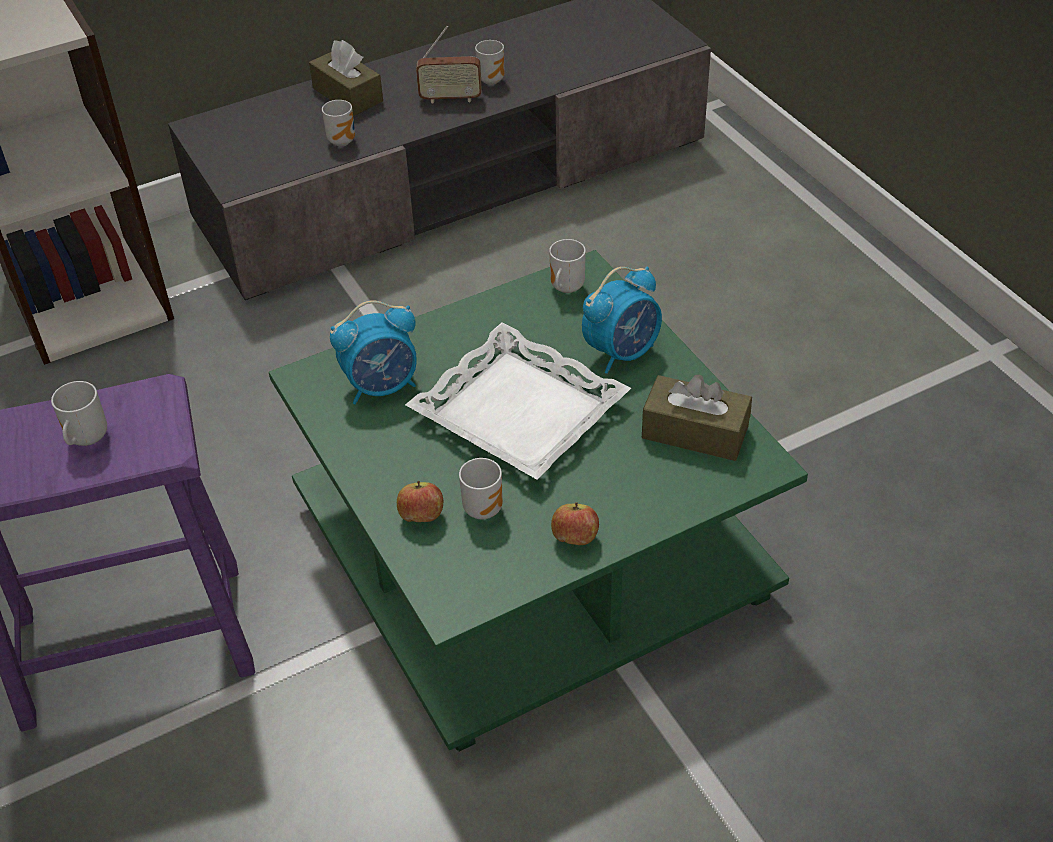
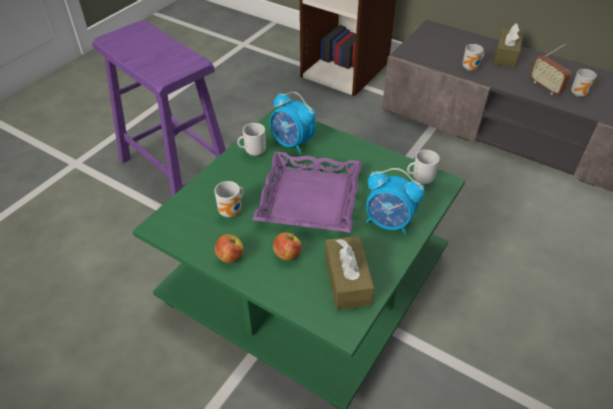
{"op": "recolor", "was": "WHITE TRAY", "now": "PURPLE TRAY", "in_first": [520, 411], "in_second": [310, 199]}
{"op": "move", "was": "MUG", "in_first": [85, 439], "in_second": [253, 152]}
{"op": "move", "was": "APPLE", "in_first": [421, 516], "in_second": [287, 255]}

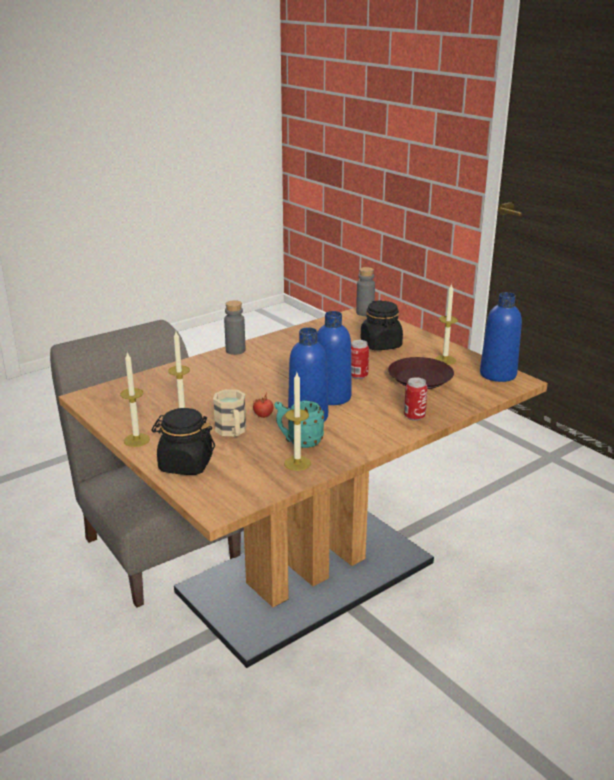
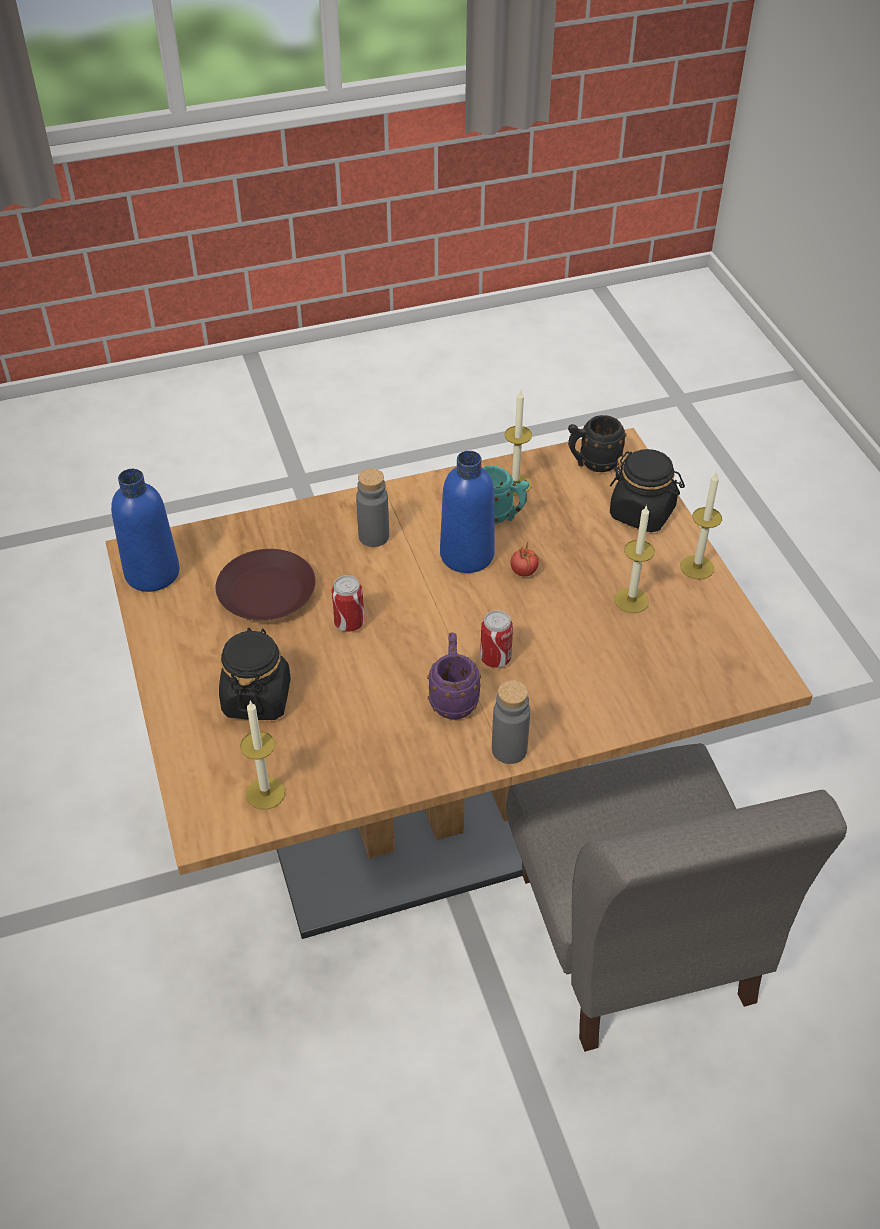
{"op": "move", "was": "GREY BOTTLE", "in_first": [365, 313], "in_second": [374, 536]}
{"op": "move", "was": "CANDLE", "in_first": [445, 360], "in_second": [265, 793]}
{"op": "delete", "was": "BLUE BOTTLE", "in_first": [332, 397]}
{"op": "move", "was": "CAN", "in_first": [414, 416], "in_second": [495, 658]}
{"op": "delete", "was": "BEIGE MUG", "in_first": [232, 432]}
{"op": "insert", "now": "BLACK MUG", "in_second": [592, 463]}
{"op": "insert", "now": "PURPLE MUG", "in_second": [453, 698]}

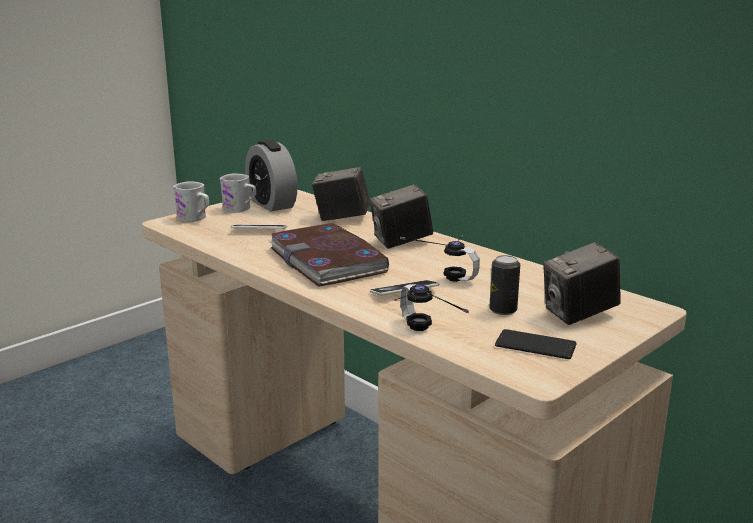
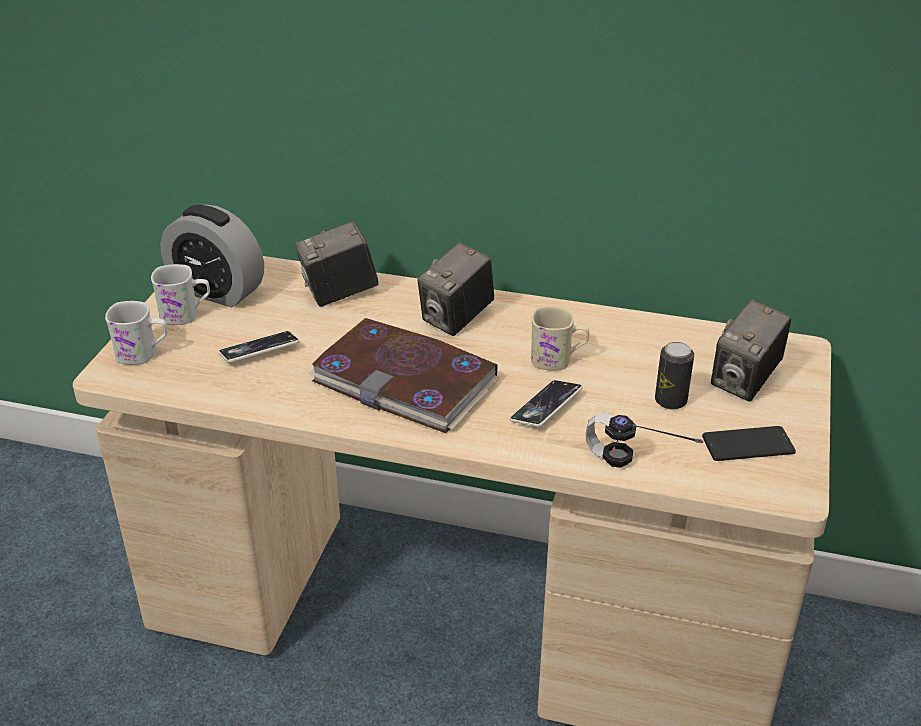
{"op": "replace", "was": "HEADPHONES", "now": "BEIGE MUG", "in_first": [445, 273], "in_second": [558, 360]}

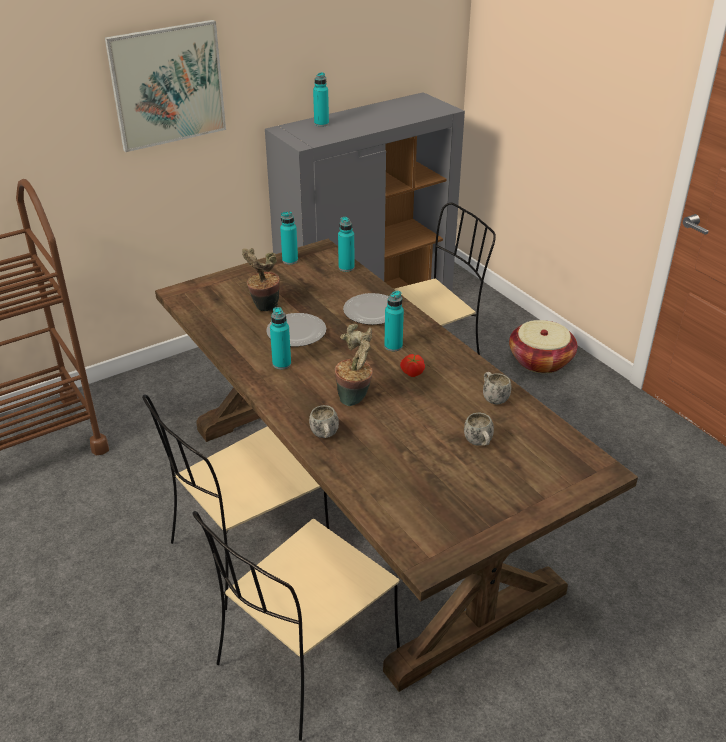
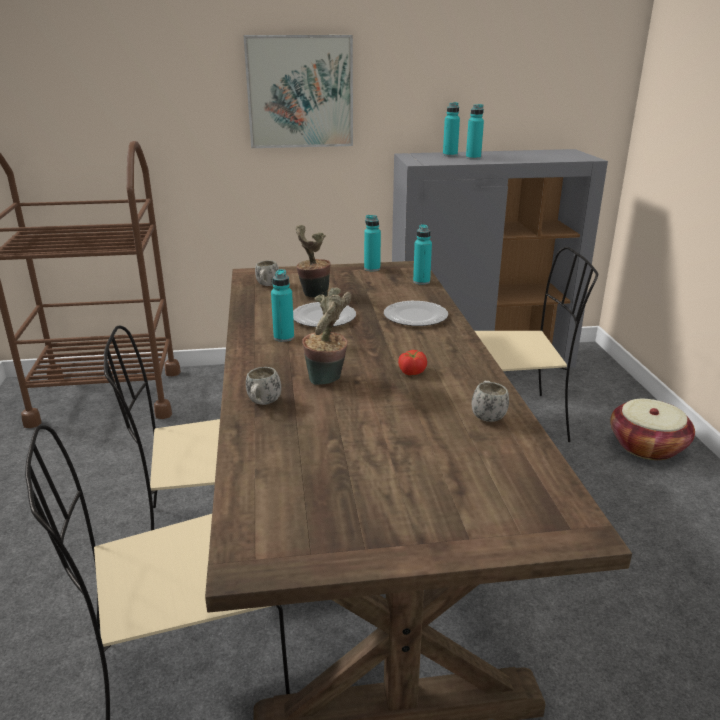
{"op": "move", "was": "TURQUOISE BOTTLE", "in_first": [393, 346], "in_second": [473, 158]}
{"op": "move", "was": "WHITE MUG", "in_first": [479, 443], "in_second": [267, 286]}

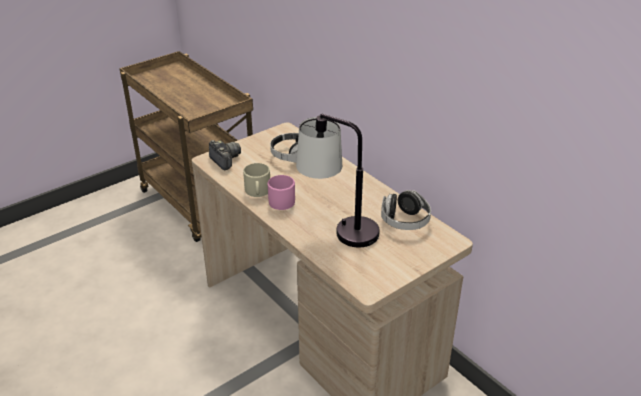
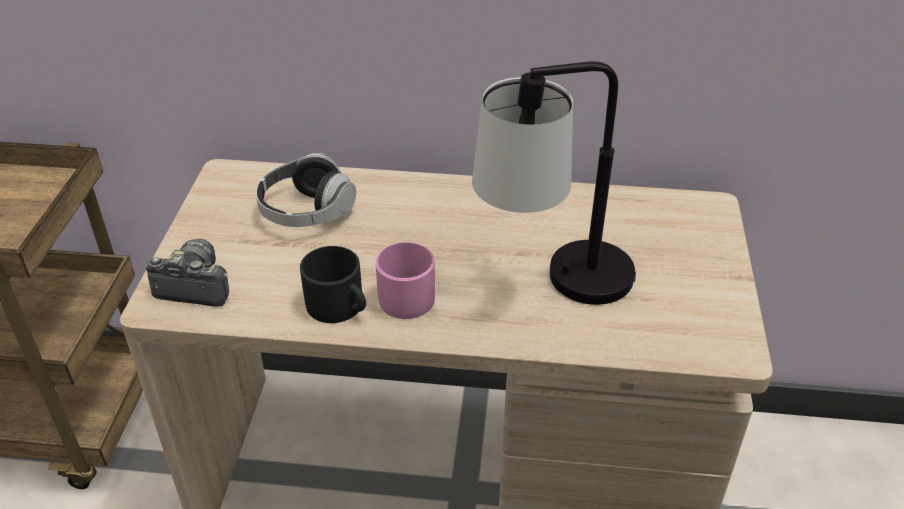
{"op": "recolor", "was": "BEIGE MUG", "now": "BLACK MUG", "in_first": [257, 191], "in_second": [339, 306]}
{"op": "delete", "was": "HEADPHONES", "in_first": [404, 221]}

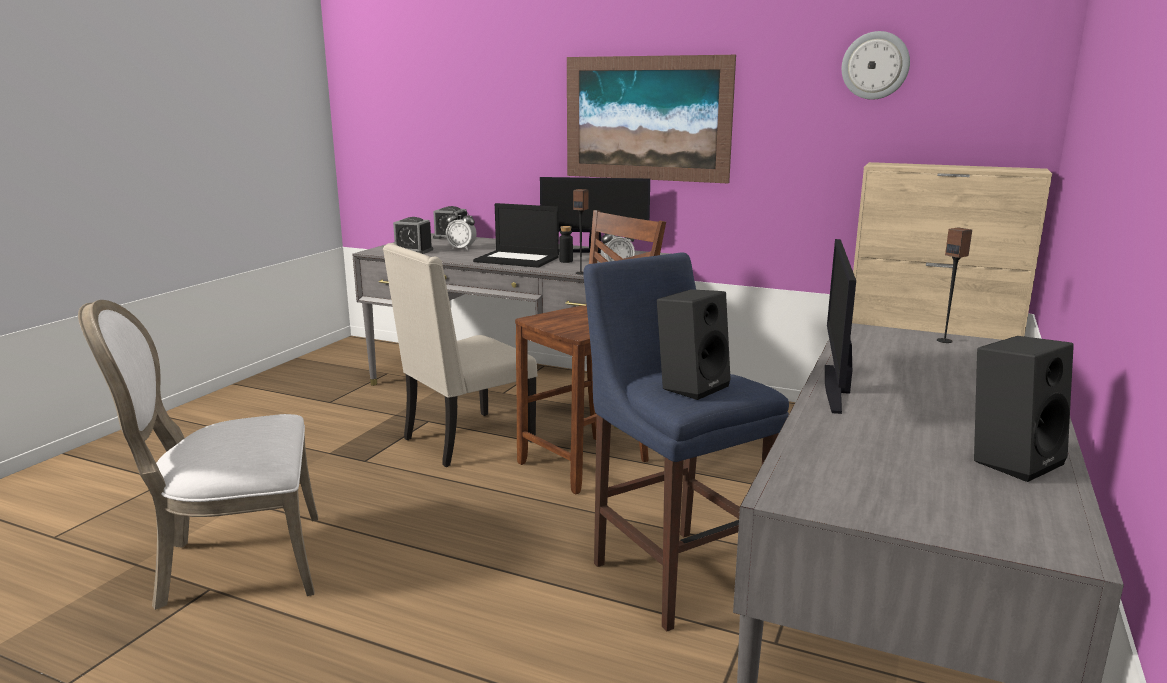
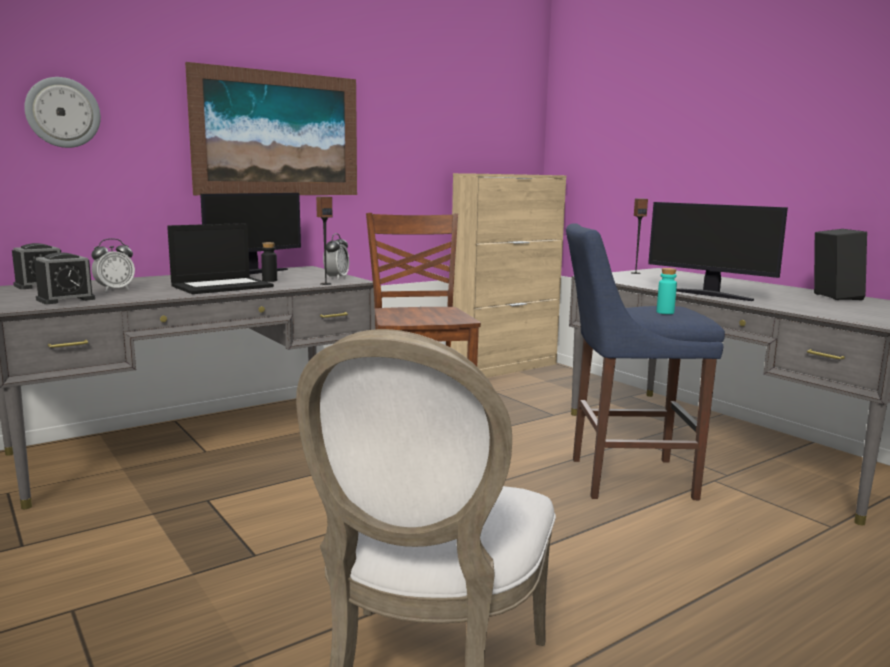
{"op": "move", "was": "WALL CLOCK", "in_first": [875, 65], "in_second": [63, 112]}
{"op": "delete", "was": "BEIGE CHAIR", "in_first": [465, 440]}
{"op": "replace", "was": "BLACK SPEAKER", "now": "TURQUOISE BOTTLE", "in_first": [691, 386], "in_second": [665, 312]}

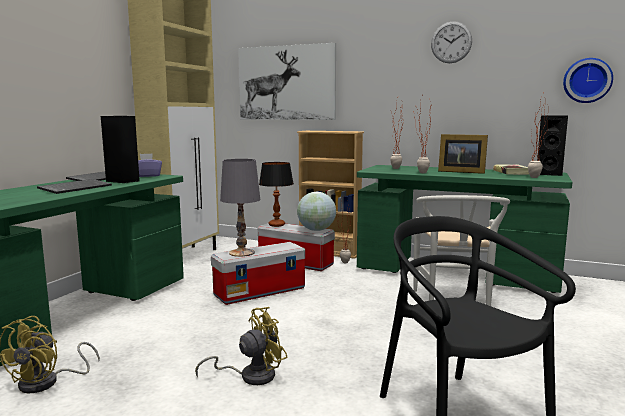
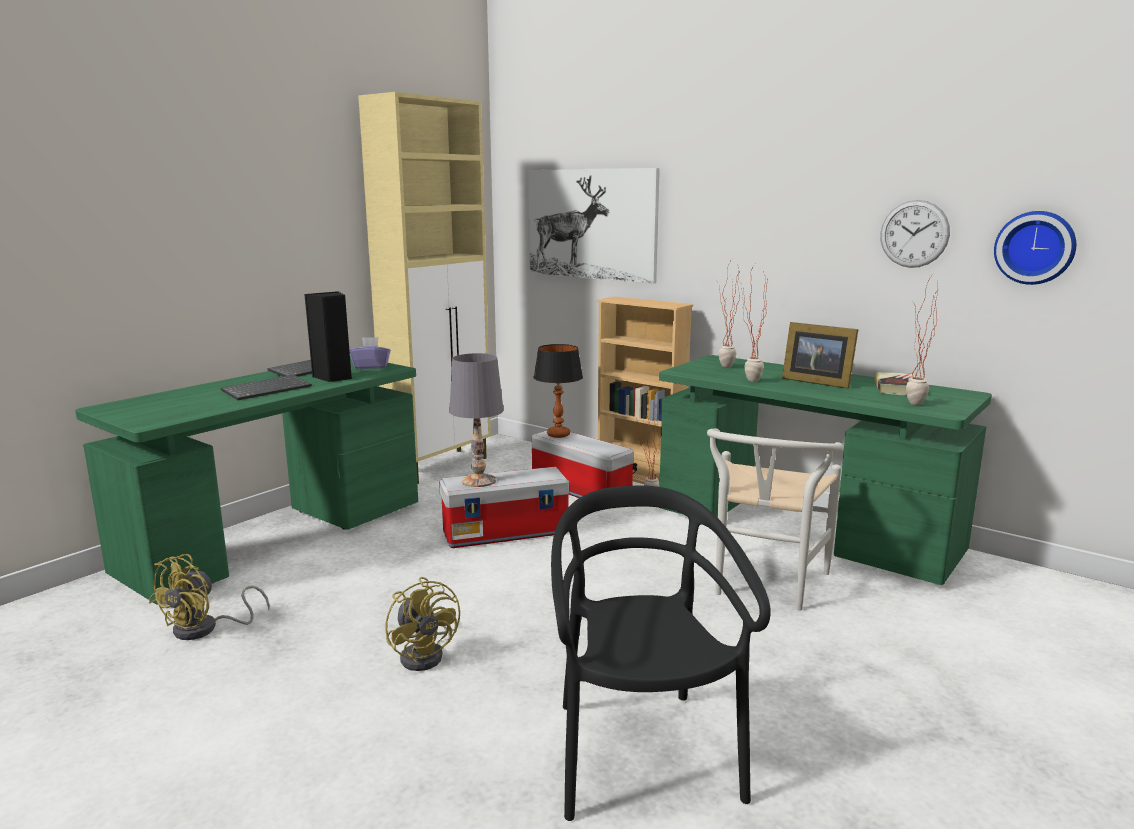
{"op": "move", "was": "WALL CLOCK", "in_first": [451, 42], "in_second": [914, 234]}
{"op": "delete", "was": "BLACK SPEAKER", "in_first": [549, 174]}
{"op": "delete", "was": "GLOBE", "in_first": [316, 230]}
{"op": "rotate", "was": "YELLOW FAN", "in_first": [250, 376], "in_second": [426, 654], "clockwise": 75}

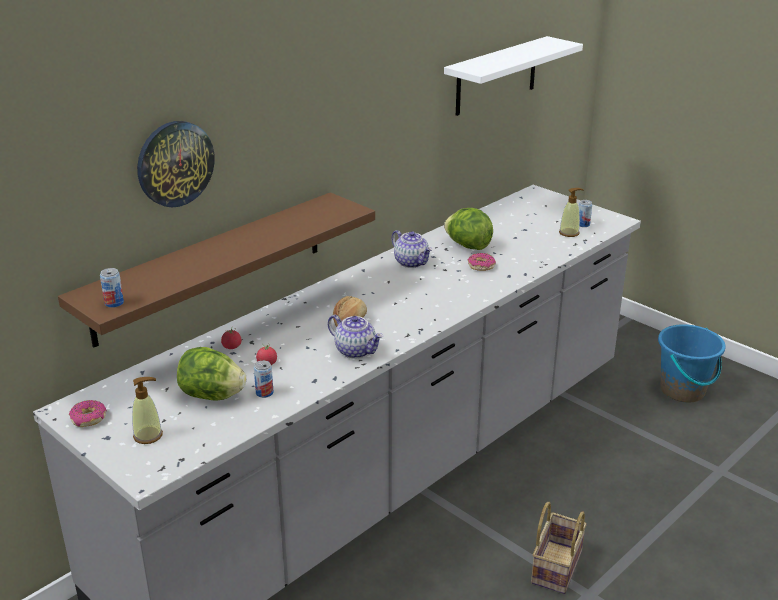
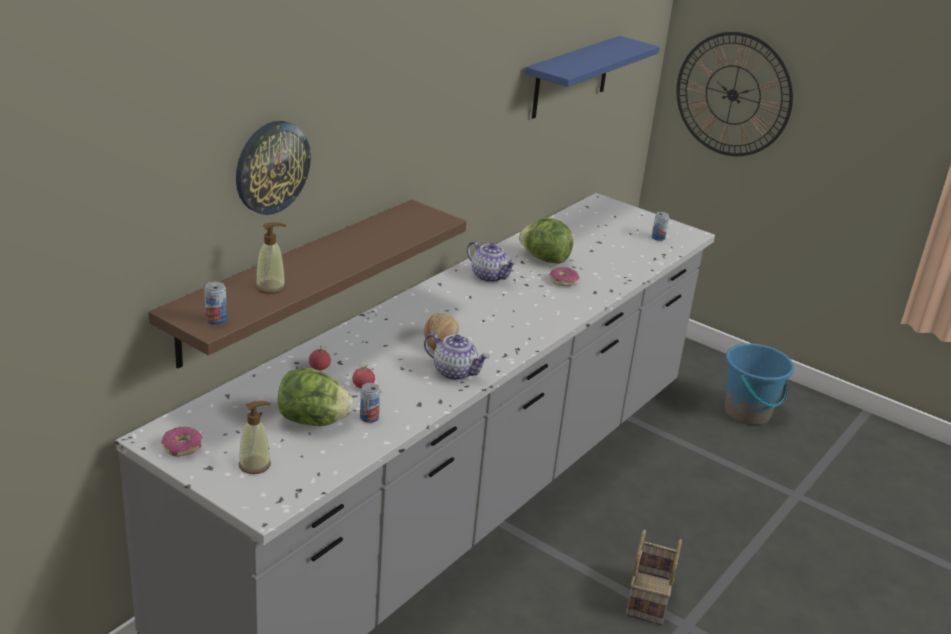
{"op": "recolor", "was": "WHITE SHELF", "now": "BLUE SHELF", "in_first": [496, 76], "in_second": [571, 77]}
{"op": "move", "was": "SOAP DISPENSER", "in_first": [569, 233], "in_second": [271, 287]}
{"op": "insert", "now": "WALL CLOCK", "in_second": [733, 95]}

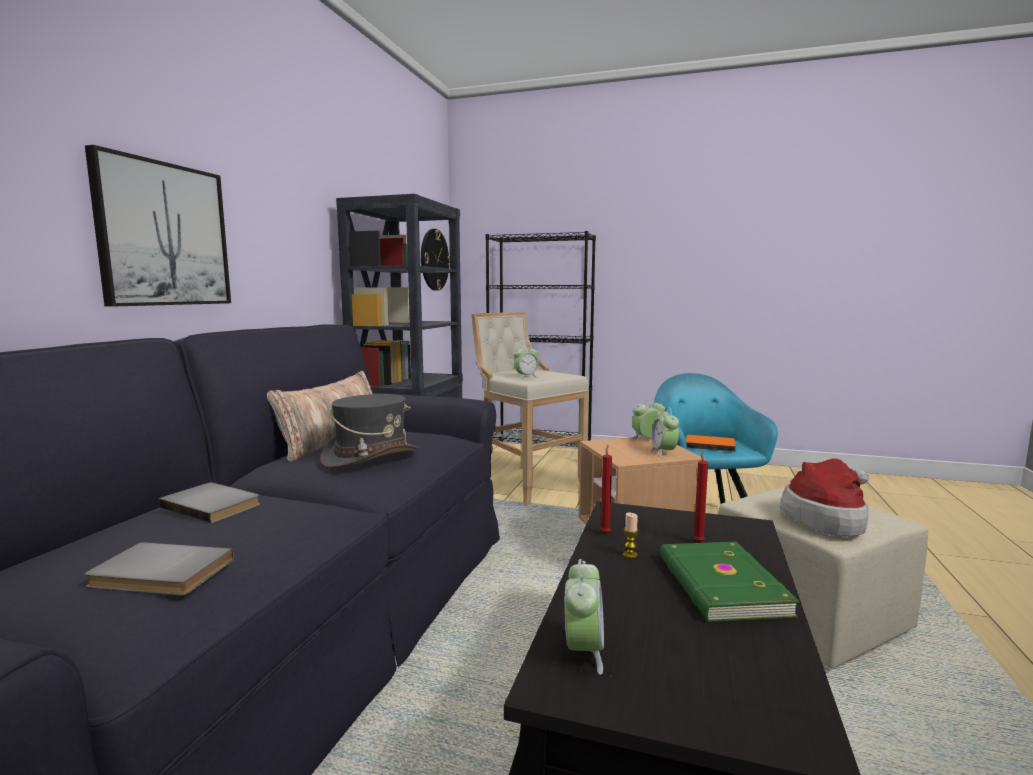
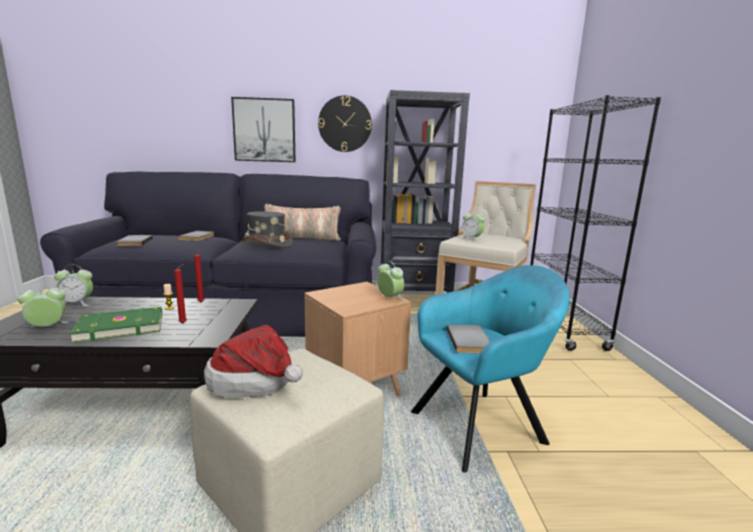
{"op": "move", "was": "WALL CLOCK", "in_first": [434, 260], "in_second": [345, 124]}
{"op": "move", "was": "ALARM CLOCK", "in_first": [664, 453], "in_second": [48, 327]}
{"op": "recolor", "was": "ORANGE BOOK", "now": "GREY BOOK", "in_first": [710, 445], "in_second": [470, 341]}

